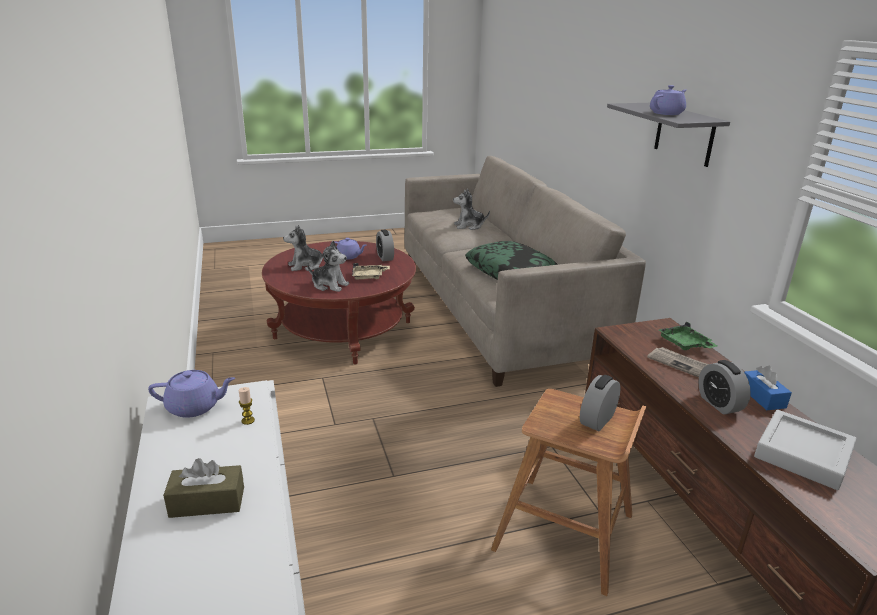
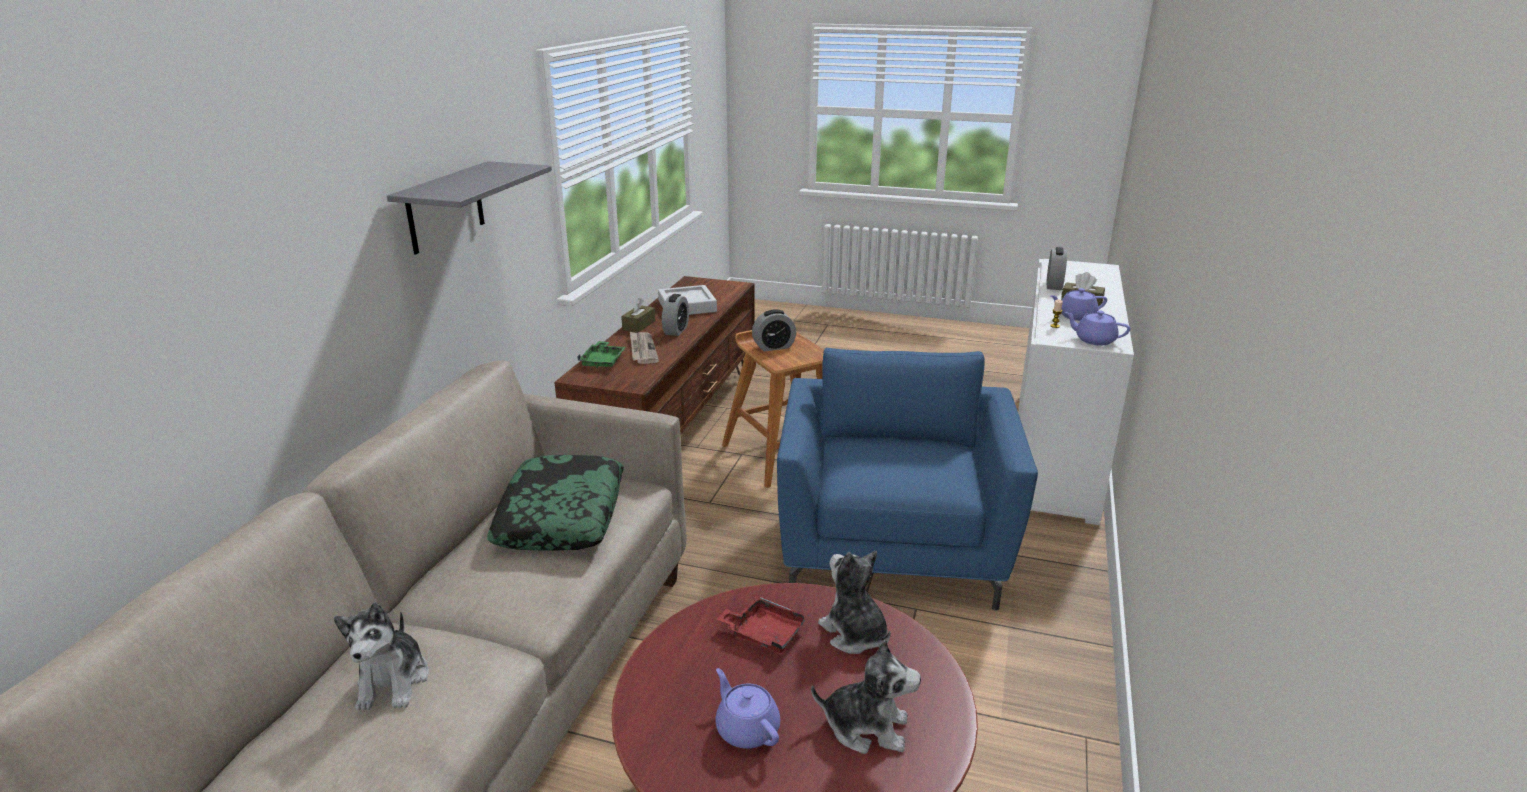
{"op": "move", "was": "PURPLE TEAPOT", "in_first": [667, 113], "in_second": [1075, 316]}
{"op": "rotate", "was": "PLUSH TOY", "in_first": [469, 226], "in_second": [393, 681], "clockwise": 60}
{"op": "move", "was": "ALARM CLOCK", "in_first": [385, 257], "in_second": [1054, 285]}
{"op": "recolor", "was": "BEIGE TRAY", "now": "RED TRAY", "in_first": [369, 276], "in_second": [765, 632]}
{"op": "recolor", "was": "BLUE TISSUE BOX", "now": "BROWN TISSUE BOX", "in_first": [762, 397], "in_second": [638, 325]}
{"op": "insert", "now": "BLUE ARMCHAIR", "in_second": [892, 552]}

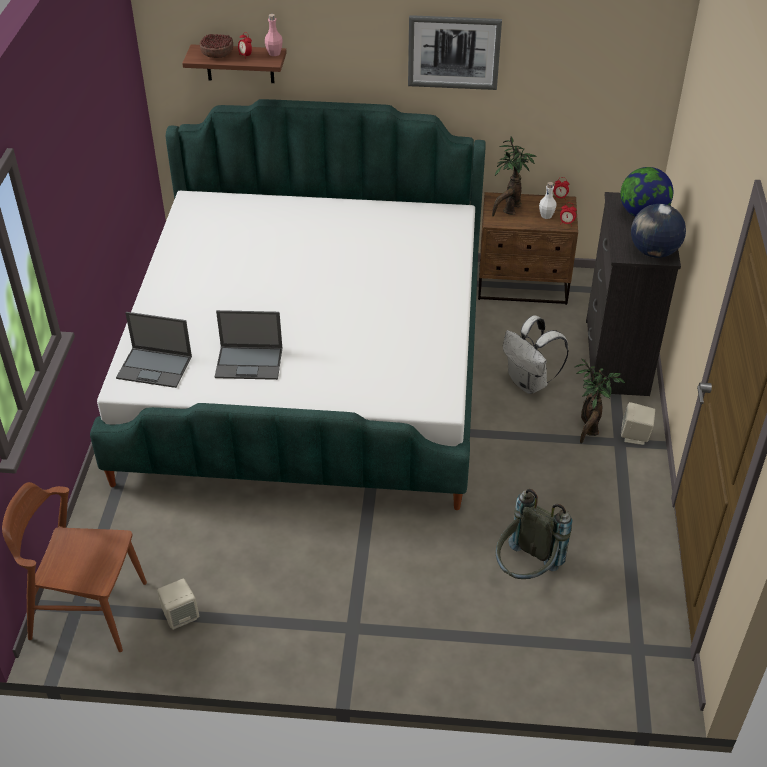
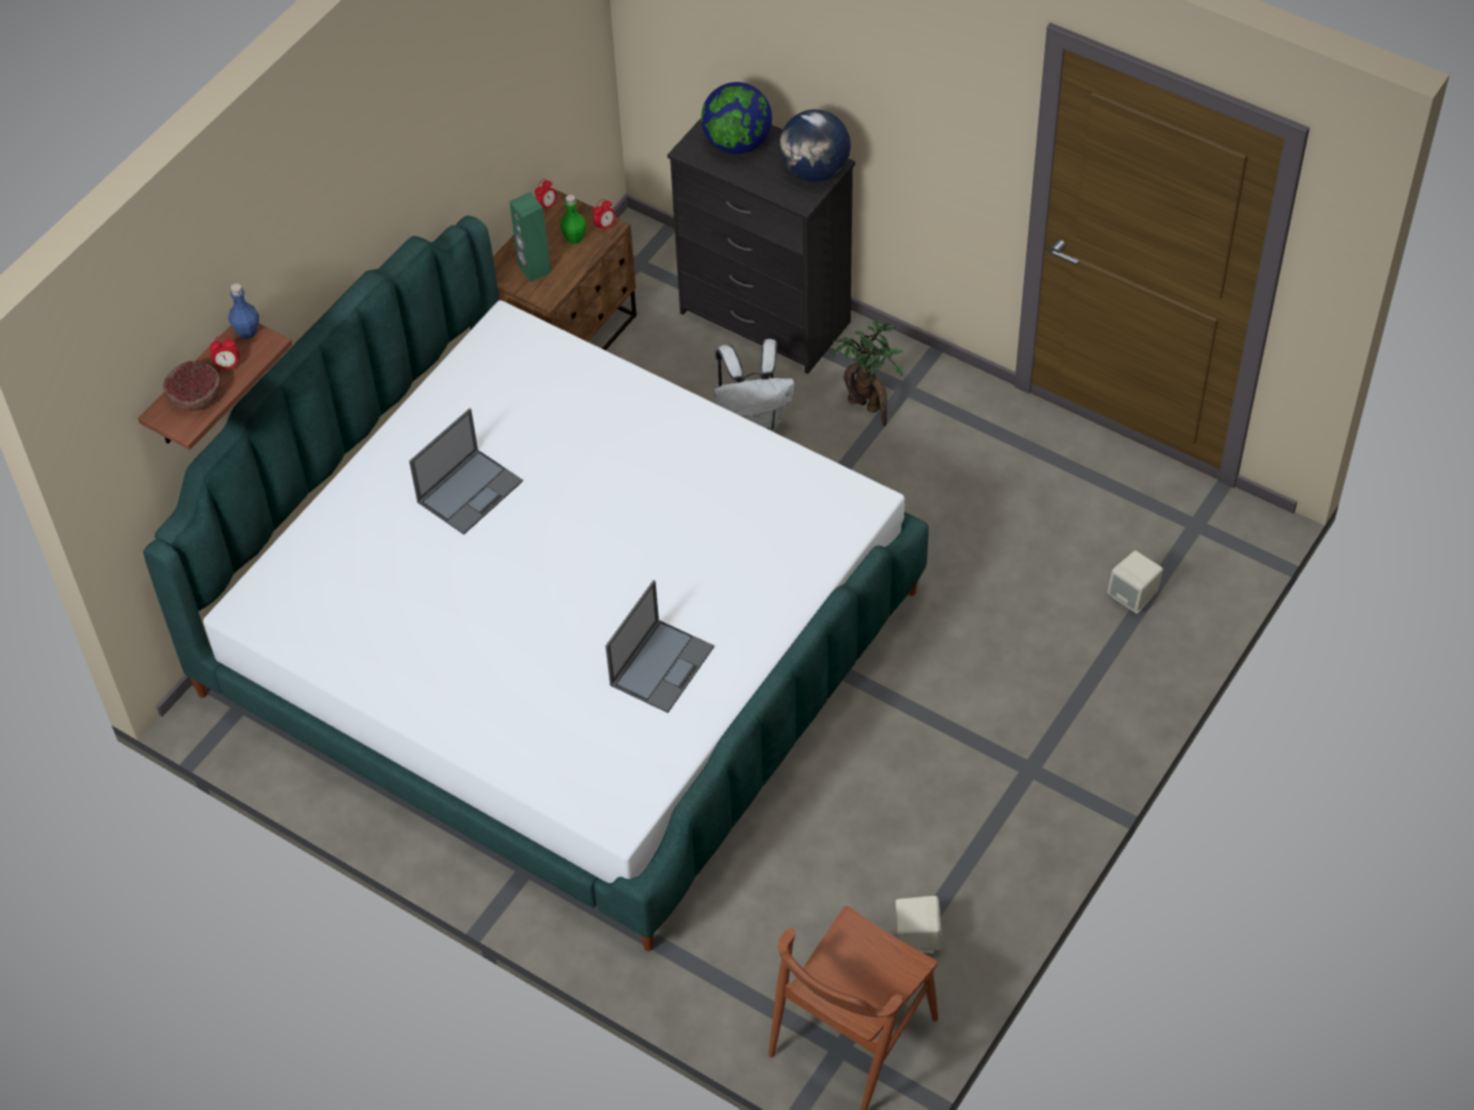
{"op": "recolor", "was": "PINK BOTTLE", "now": "BLUE BOTTLE", "in_first": [274, 53], "in_second": [247, 332]}
{"op": "delete", "was": "PICTURE", "in_first": [454, 52]}
{"op": "replace", "was": "POTTED PLANT", "now": "GREEN SPEAKER", "in_first": [509, 210], "in_second": [534, 269]}
{"op": "recolor", "was": "WHITE BOTTLE", "now": "GREEN BOTTLE", "in_first": [546, 215], "in_second": [574, 238]}
{"op": "move", "was": "LAPTOP", "in_first": [155, 367], "in_second": [470, 491]}
{"op": "move", "was": "BEIGE SPEAKER", "in_first": [635, 436], "in_second": [1133, 596]}
{"op": "delete", "was": "GREY BACKPACK", "in_first": [525, 571]}

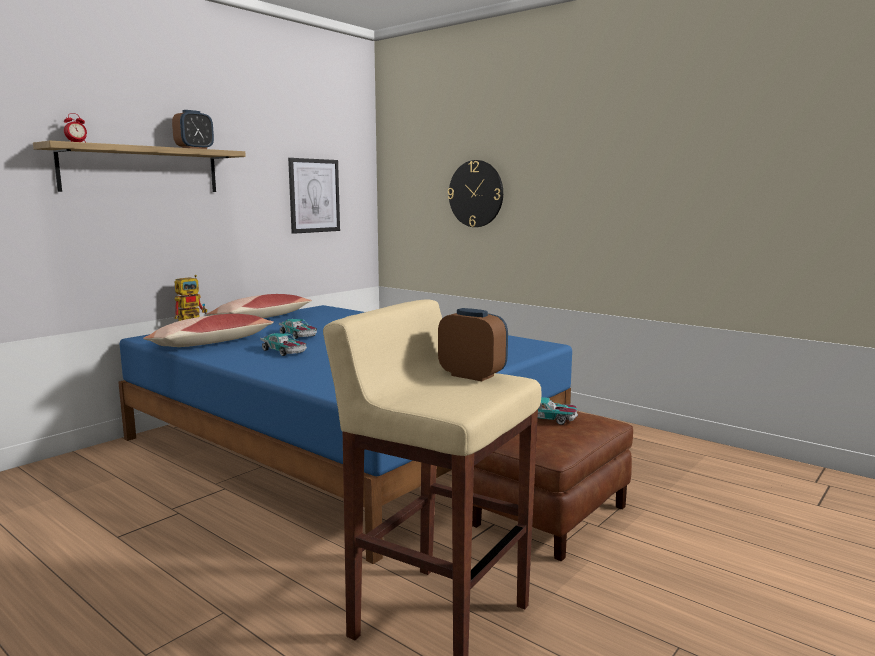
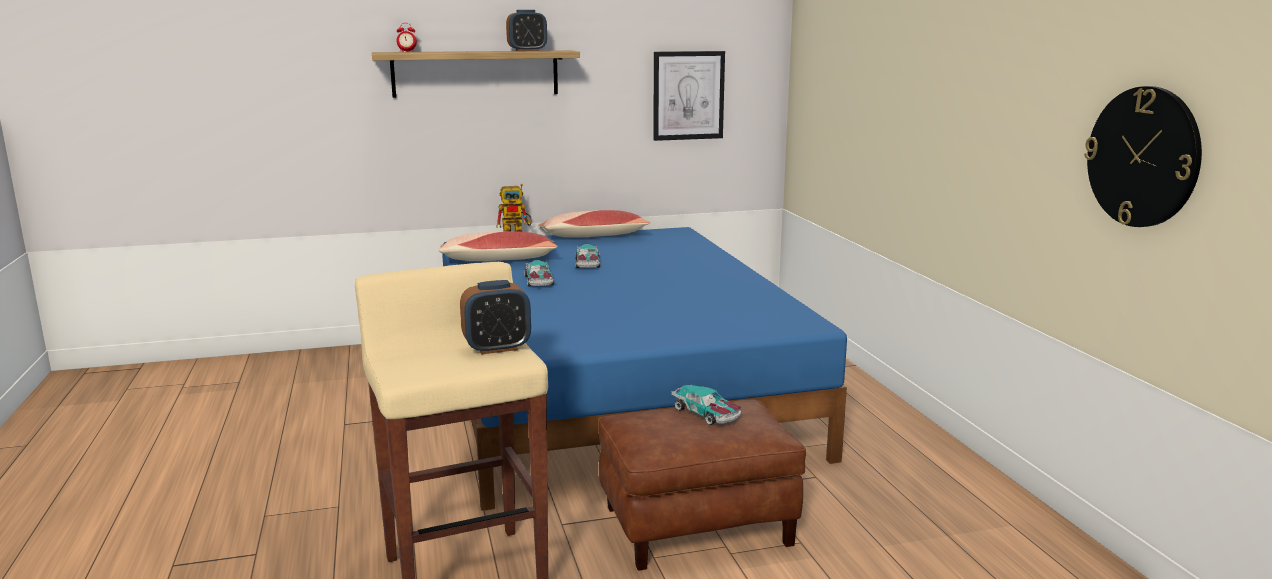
{"op": "move", "was": "WALL CLOCK", "in_first": [476, 194], "in_second": [1143, 157]}
{"op": "rotate", "was": "ALARM CLOCK", "in_first": [472, 375], "in_second": [497, 348], "clockwise": 90}

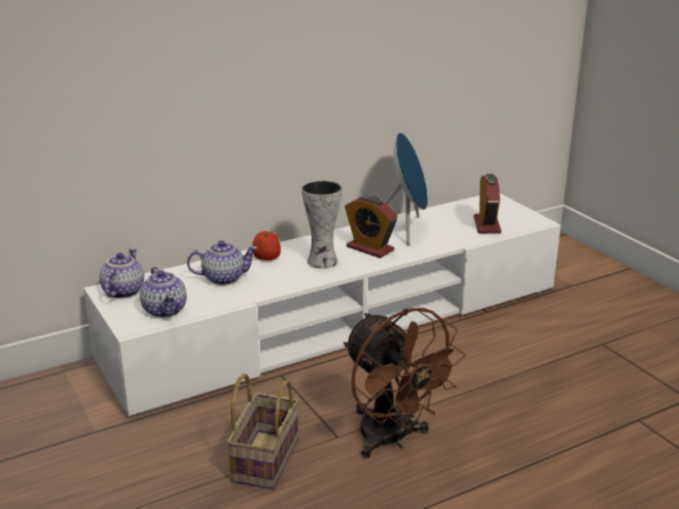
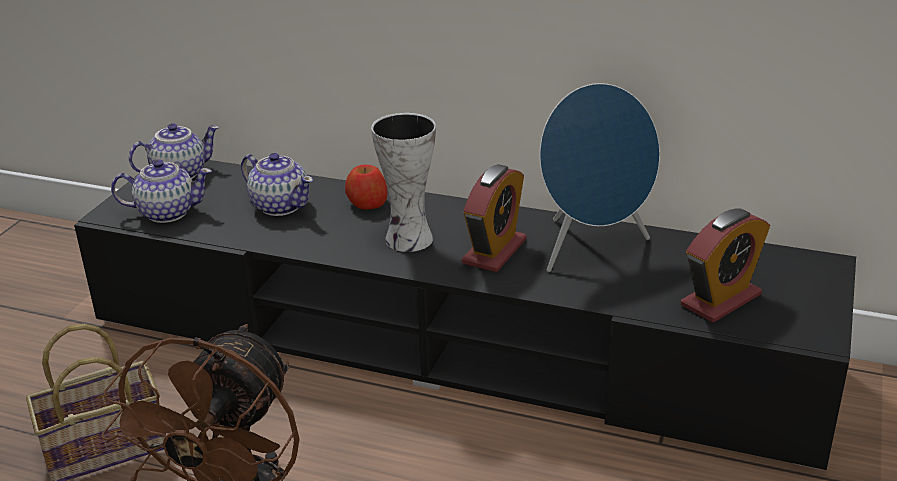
{"op": "recolor", "was": "WHITE TV STAND", "now": "BLACK TV STAND", "in_first": [340, 323], "in_second": [453, 344]}
{"op": "rotate", "was": "ALARM CLOCK", "in_first": [370, 248], "in_second": [494, 251], "clockwise": -150}
{"op": "rotate", "was": "TEAPOT", "in_first": [165, 310], "in_second": [166, 212], "clockwise": -120}

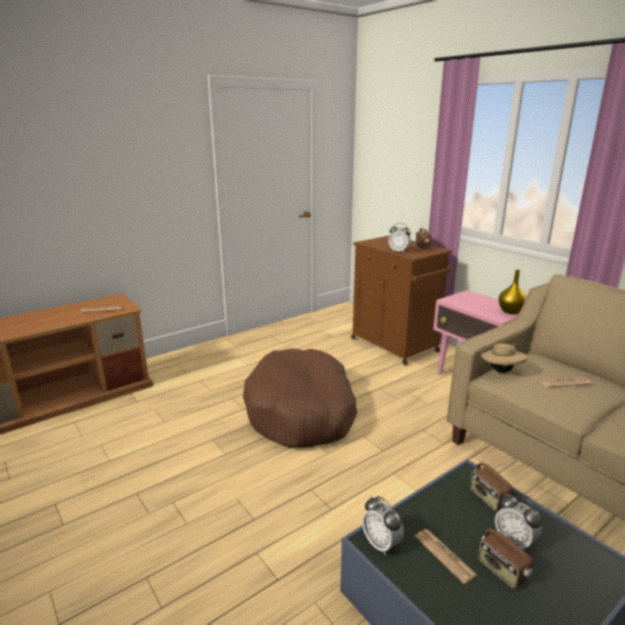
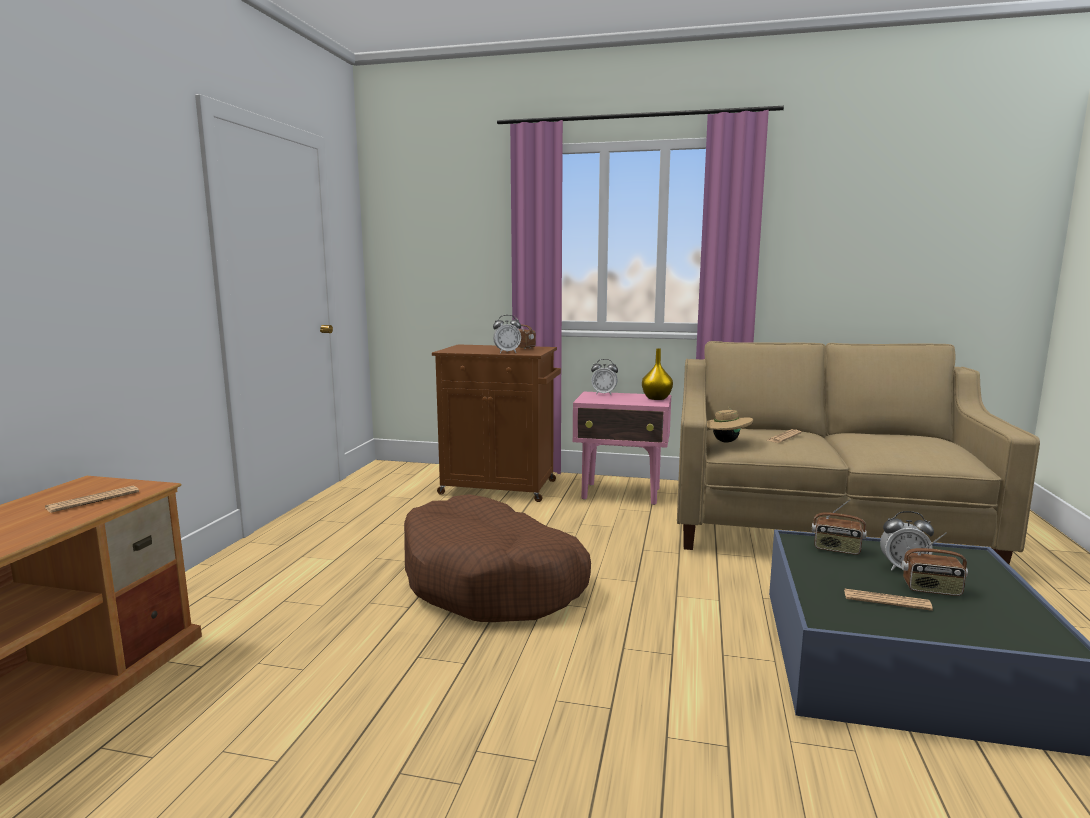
{"op": "move", "was": "ALARM CLOCK", "in_first": [381, 544], "in_second": [604, 394]}

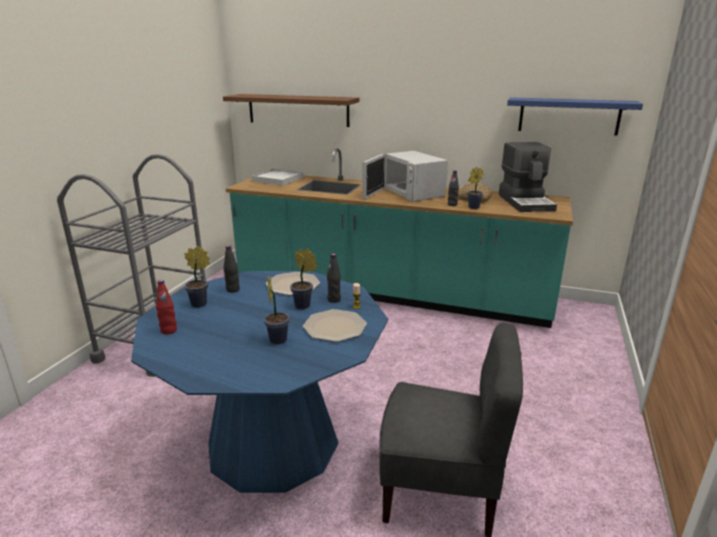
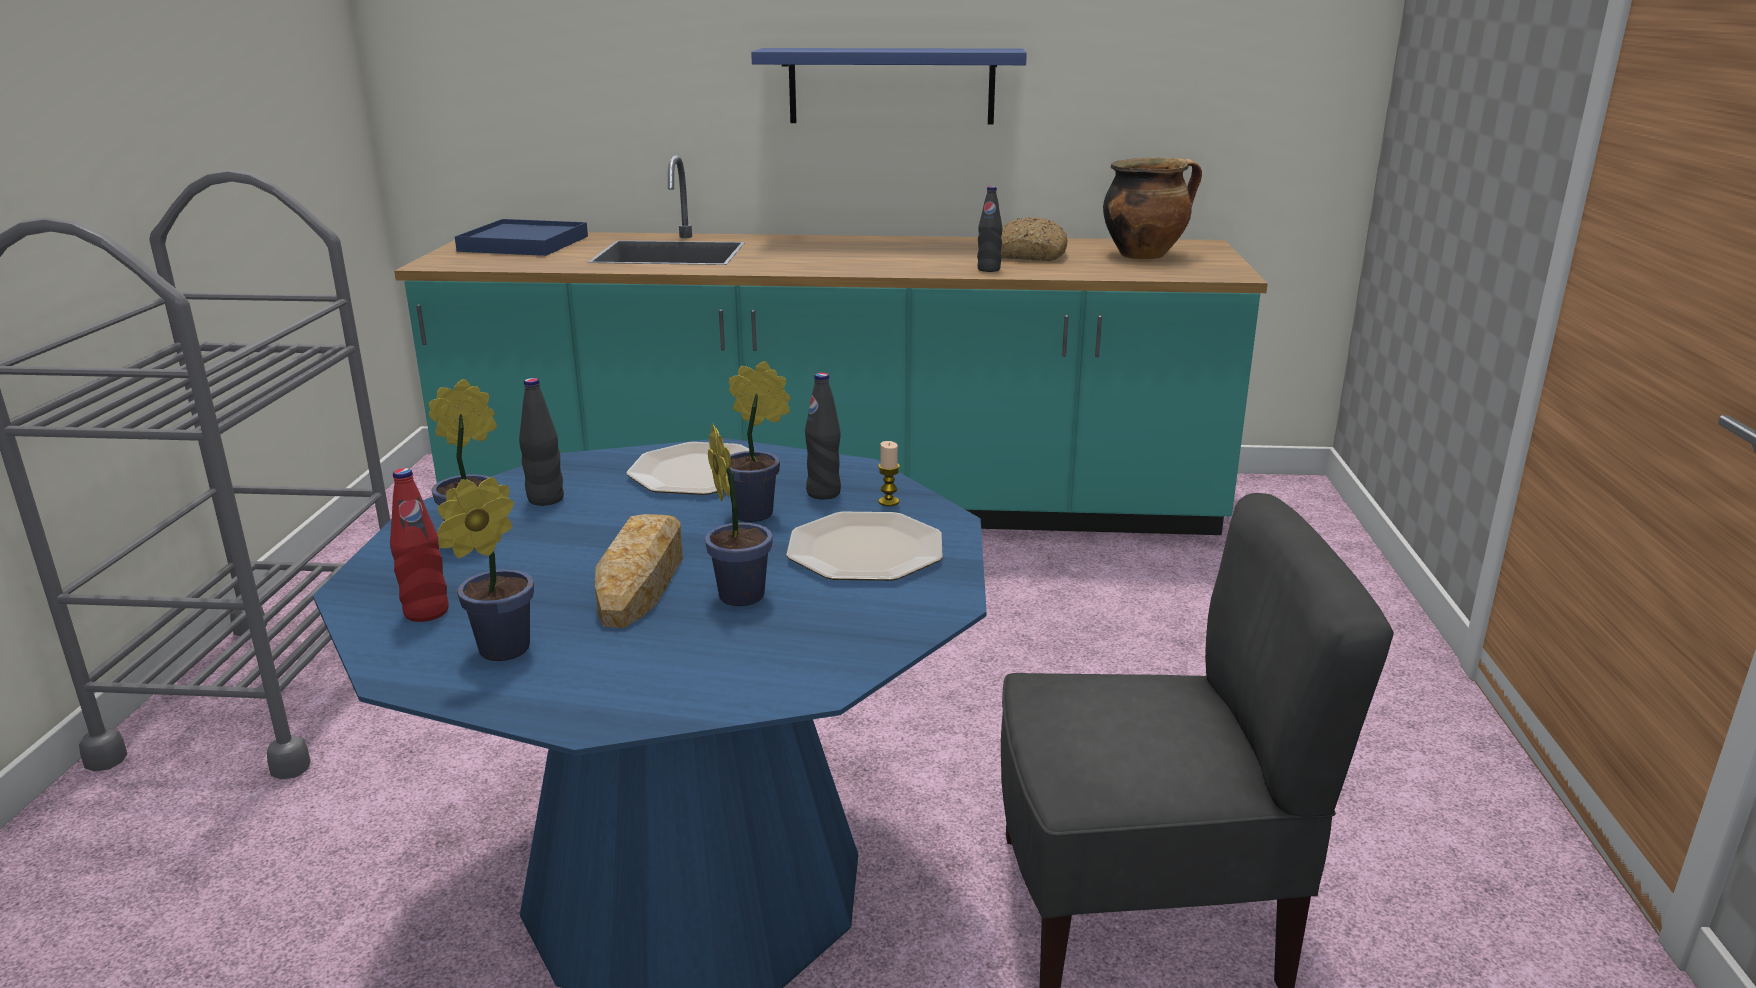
{"op": "delete", "was": "BROWN SHELF", "in_first": [298, 110]}
{"op": "move", "was": "BLUE SHELF", "in_first": [569, 116], "in_second": [891, 86]}
{"op": "replace", "was": "COFFEE MACHINE", "now": "COOKING POT", "in_first": [526, 202], "in_second": [1144, 255]}
{"op": "delete", "was": "WHITE MICROWAVE", "in_first": [409, 193]}
{"op": "move", "was": "POTTED PLANT", "in_first": [472, 207], "in_second": [497, 651]}
{"op": "recolor", "was": "WHITE TRAY", "now": "BLUE TRAY", "in_first": [278, 179], "in_second": [524, 244]}
{"op": "insert", "now": "BREAD", "in_second": [641, 581]}

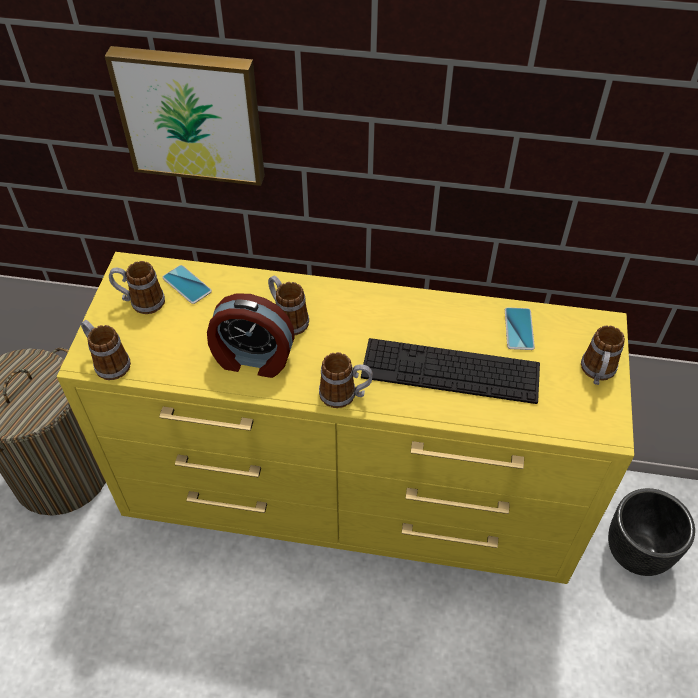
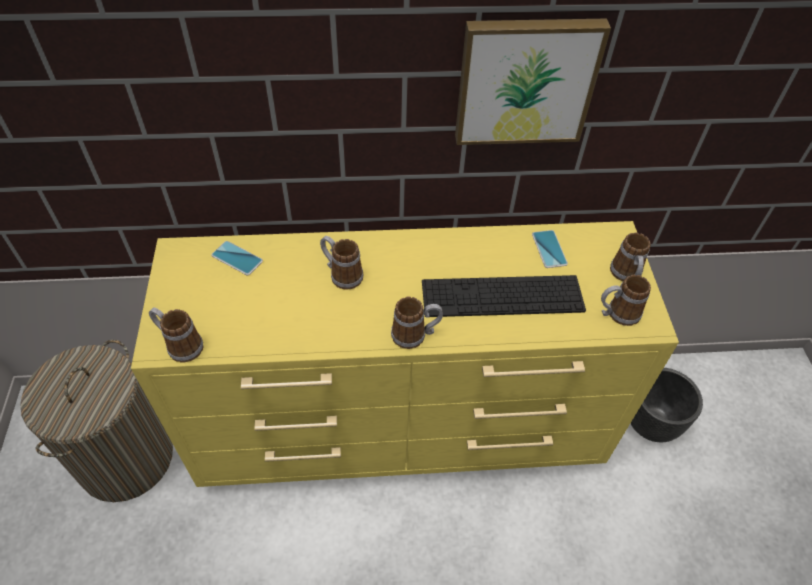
{"op": "move", "was": "PICTURE", "in_first": [192, 114], "in_second": [525, 80]}
{"op": "move", "was": "MUG", "in_first": [141, 302], "in_second": [617, 314]}
{"op": "delete", "was": "ALARM CLOCK", "in_first": [252, 359]}

